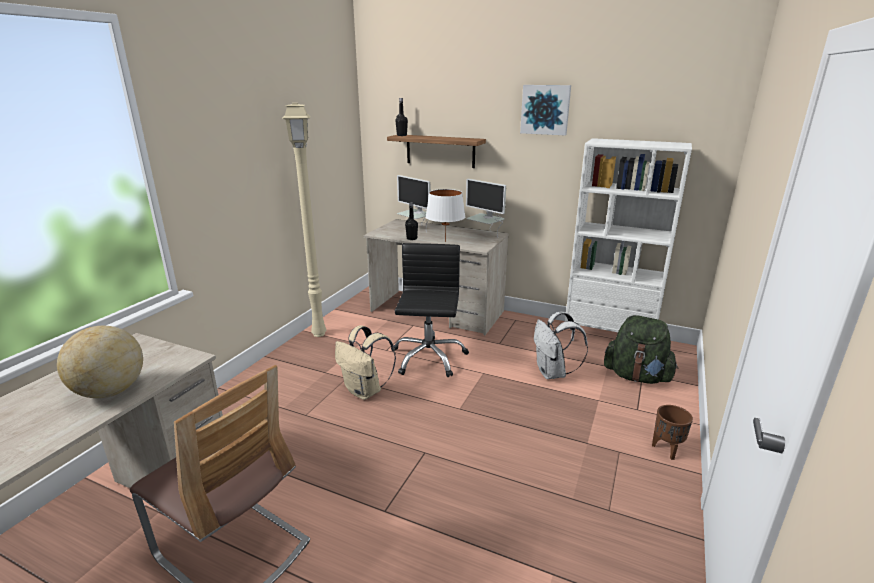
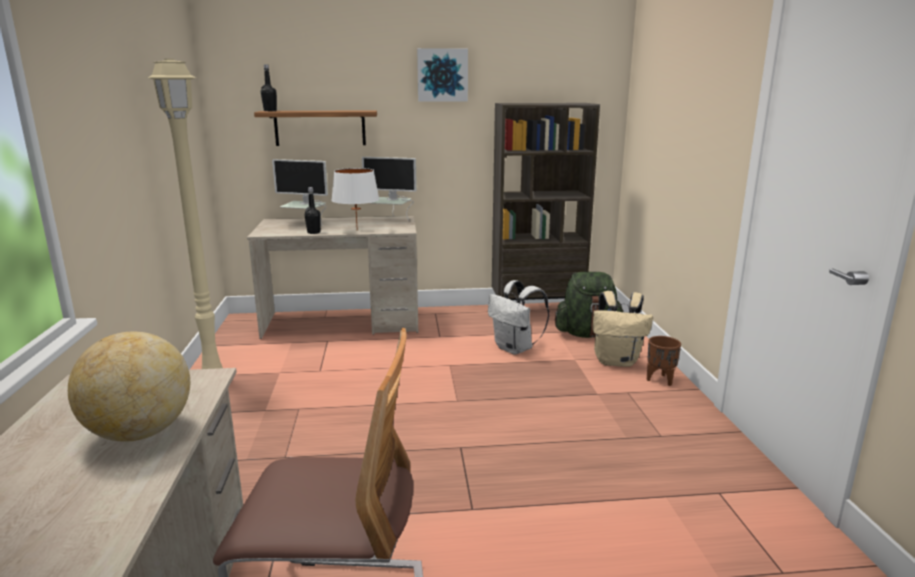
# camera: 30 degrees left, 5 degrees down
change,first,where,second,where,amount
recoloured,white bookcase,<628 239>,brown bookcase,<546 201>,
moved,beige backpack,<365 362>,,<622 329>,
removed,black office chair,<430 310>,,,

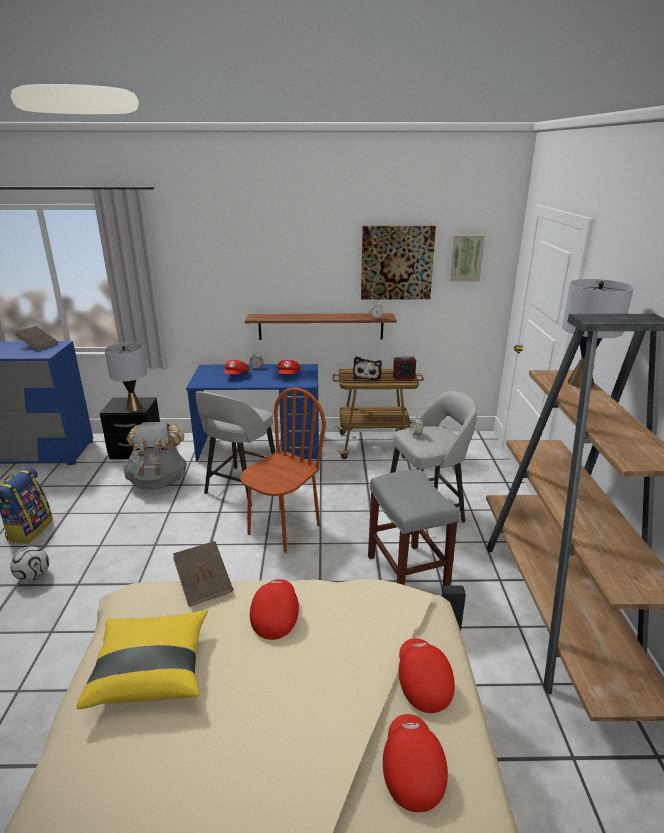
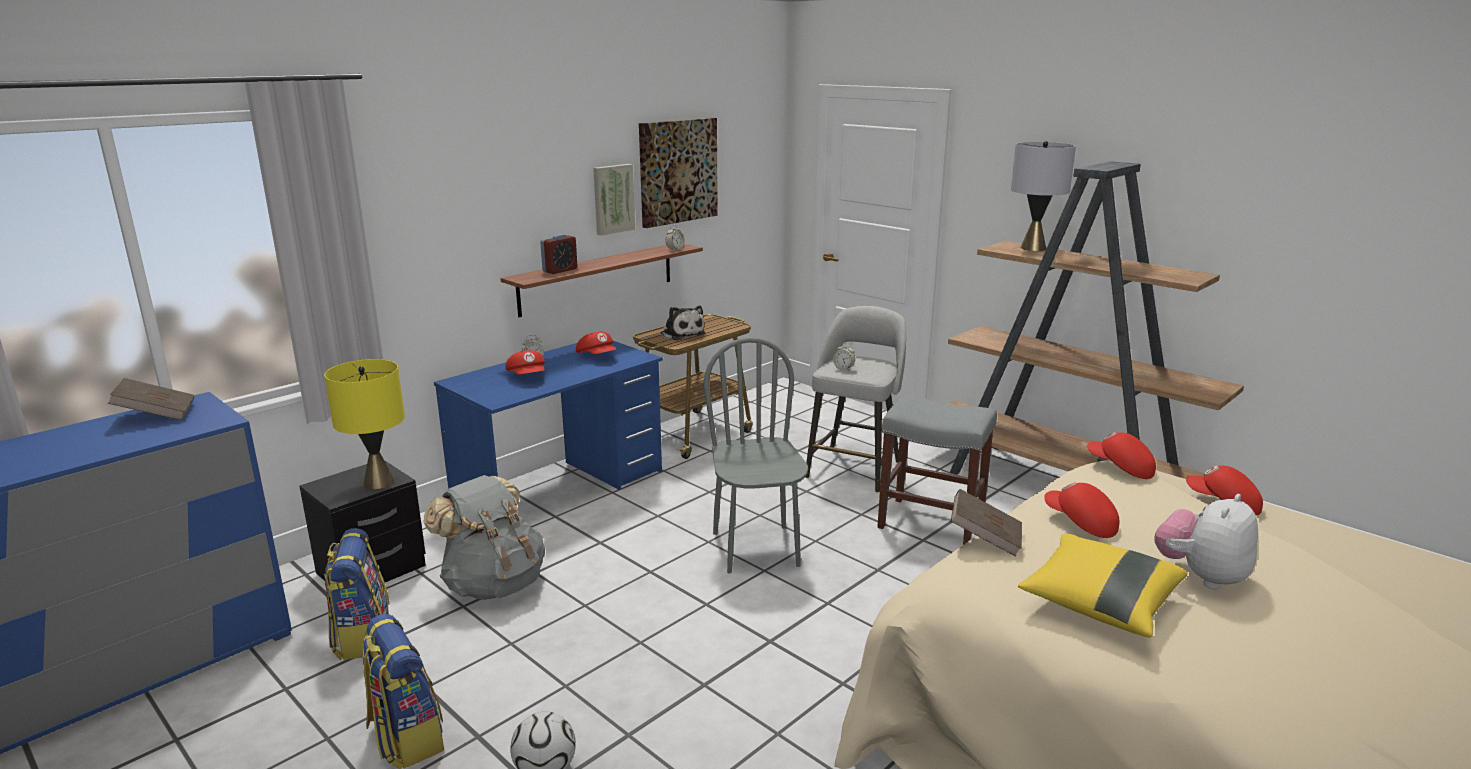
# camera: 45 degrees left, 5 degrees down
change,first,where,second,where,amount
recoloured,grey table lamp,<125 376>,yellow table lamp,<364 424>,
added,,,backpack,<357 594>,
moved,alarm clock,<404 368>,,<558 254>,
moved,picture,<467 258>,,<614 200>,
recoloured,brown chair,<283 470>,grey chair,<756 455>,
moved,red cap,<415 763>,,<1121 455>,
added,,,plush toy,<1206 541>,
removed,grey stool,<235 449>,,,

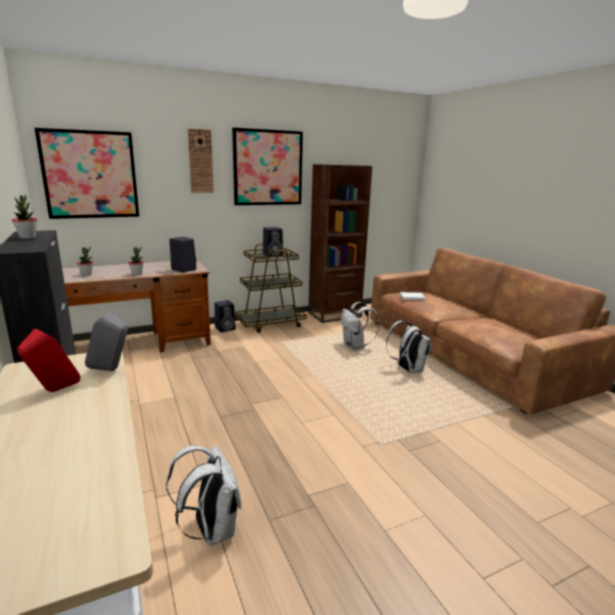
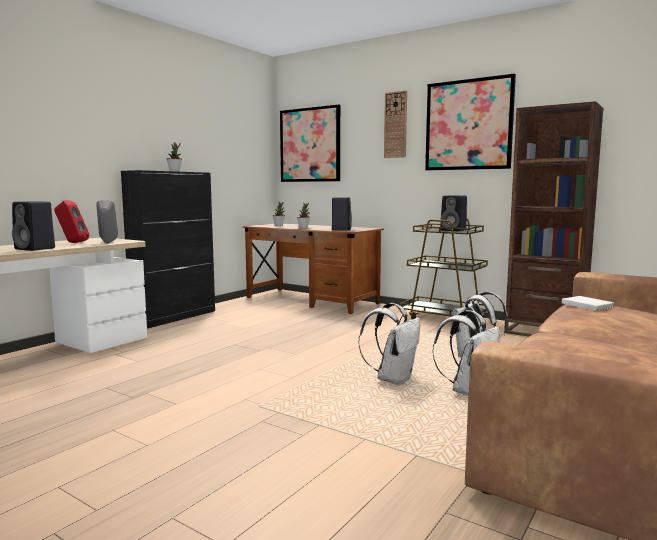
# camera: 60 degrees right, 10 degrees down
change,first,where,second,where,amount
moved,black speaker,<225 316>,,<33 226>,
moved,white backpack,<203 496>,,<389 344>,

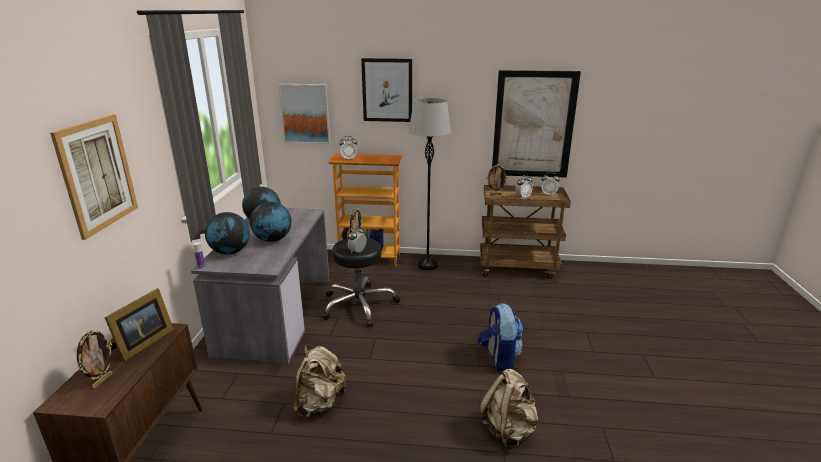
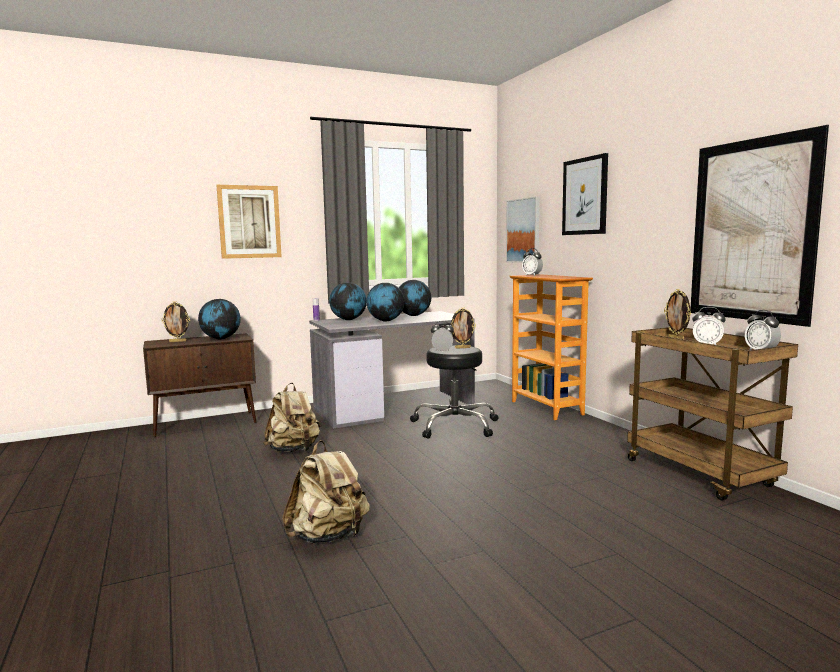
# camera: 60 degrees right, 15 degrees down
change,first,where,second,where,amount
replaced,picture frame,<139 325>,globe,<219 319>,
removed,grey floor lamp,<430 184>,,,
removed,backpack,<500 337>,,,

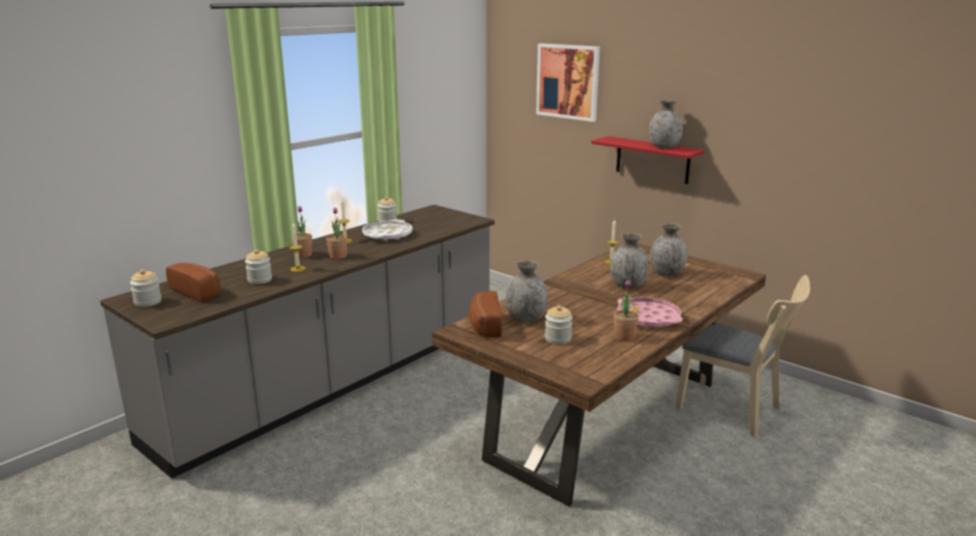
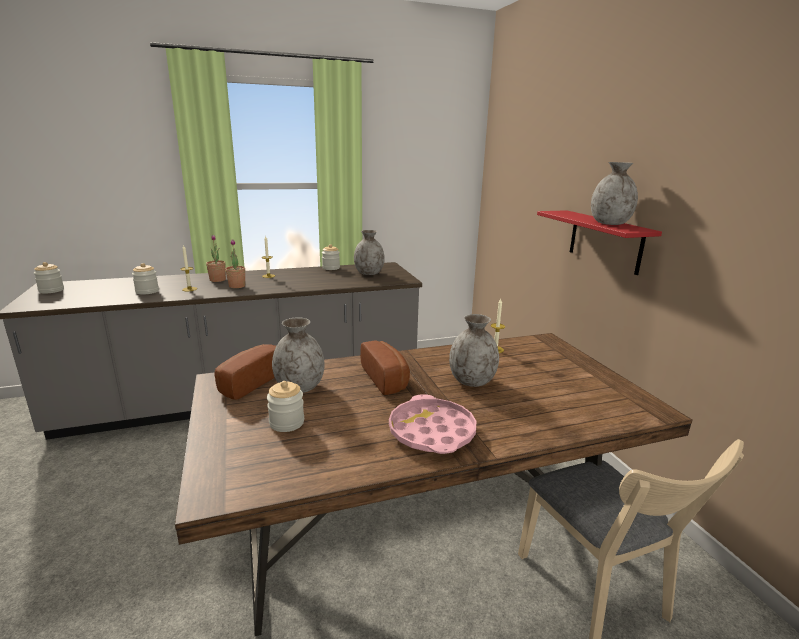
# camera: 30 degrees right, 0 degrees up
change,first,where,second,where,amount
moved,grey vase,<668 249>,,<369 252>,
moved,bread,<193 282>,,<385 367>,
removed,white tray,<387 230>,,,
removed,picture,<568 82>,,,
removed,potted plant,<626 310>,,,

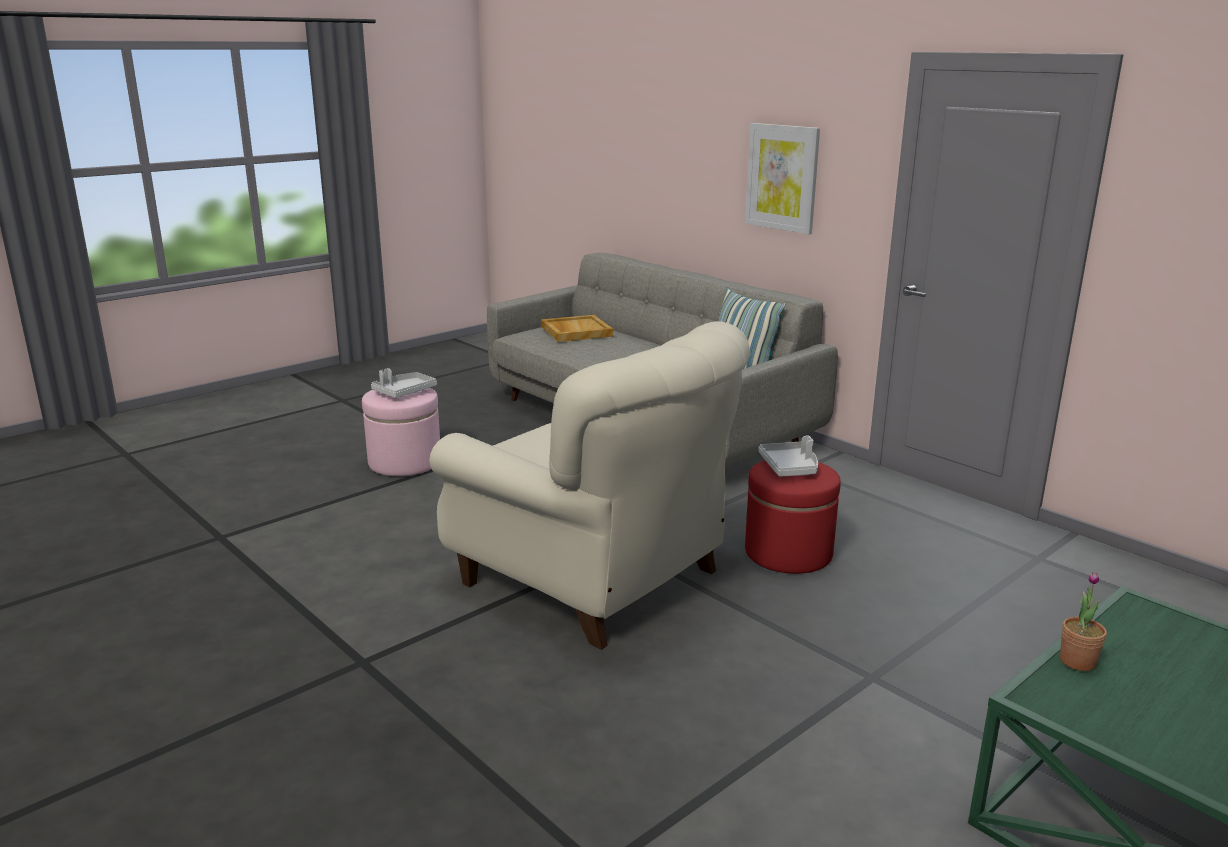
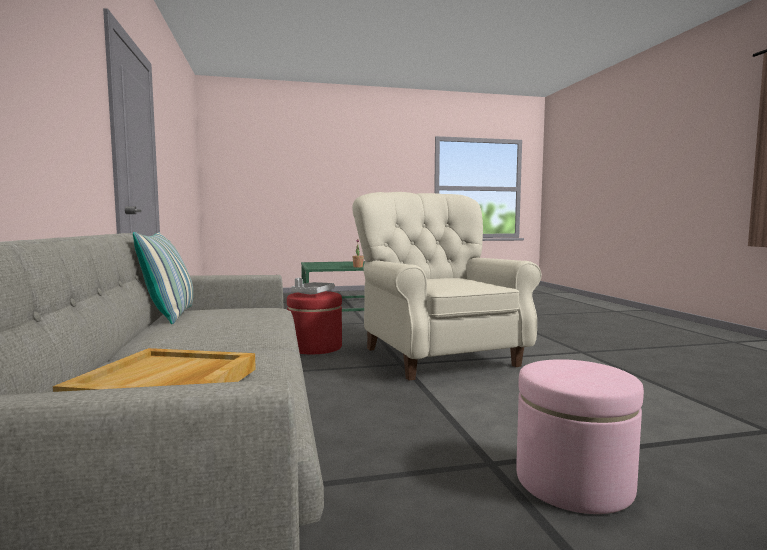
# camera: 150 degrees left, 15 degrees down
change,first,where,second,where,amount
removed,grey tray,<404 383>,,,
removed,picture,<782 178>,,,

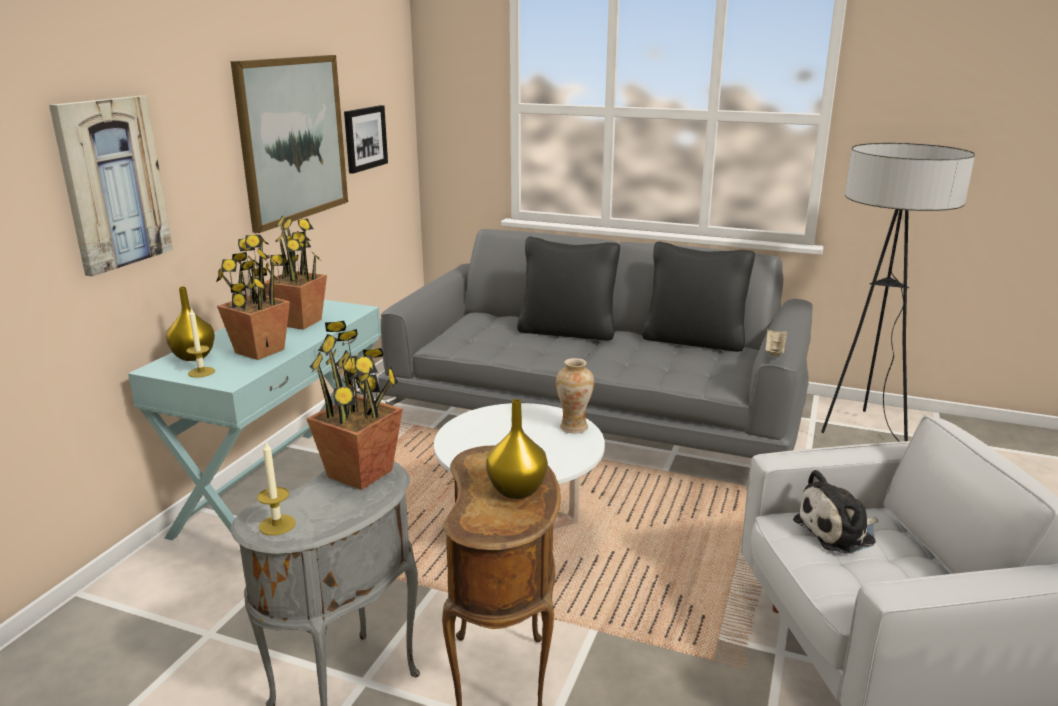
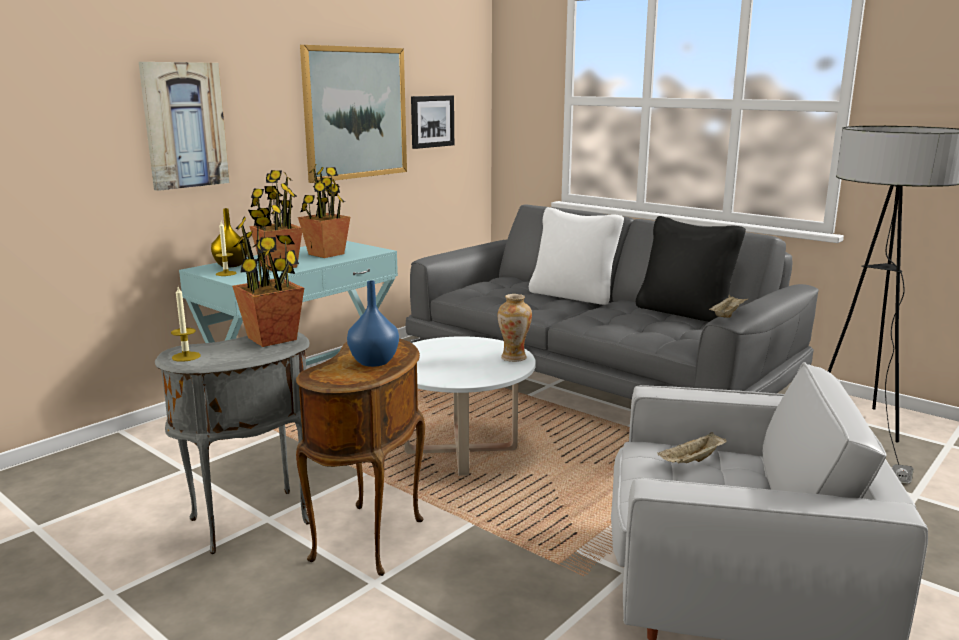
# camera: 20 degrees right, 5 degrees down
change,first,where,second,where,amount
recoloured,yellow vase,<517 449>,blue vase,<373 323>,
recoloured,black pillow,<568 289>,white pillow,<576 256>,
replaced,plush toy,<835 512>,beige tray,<692 448>,

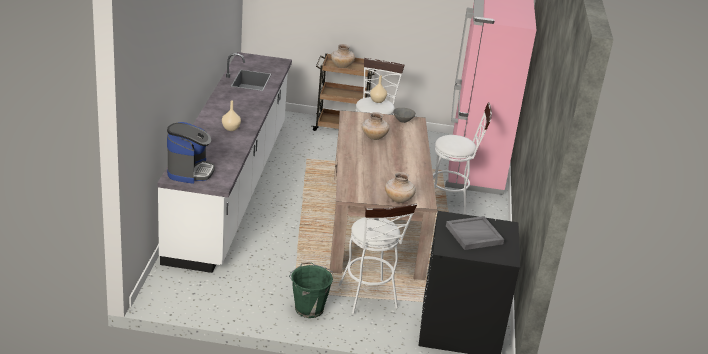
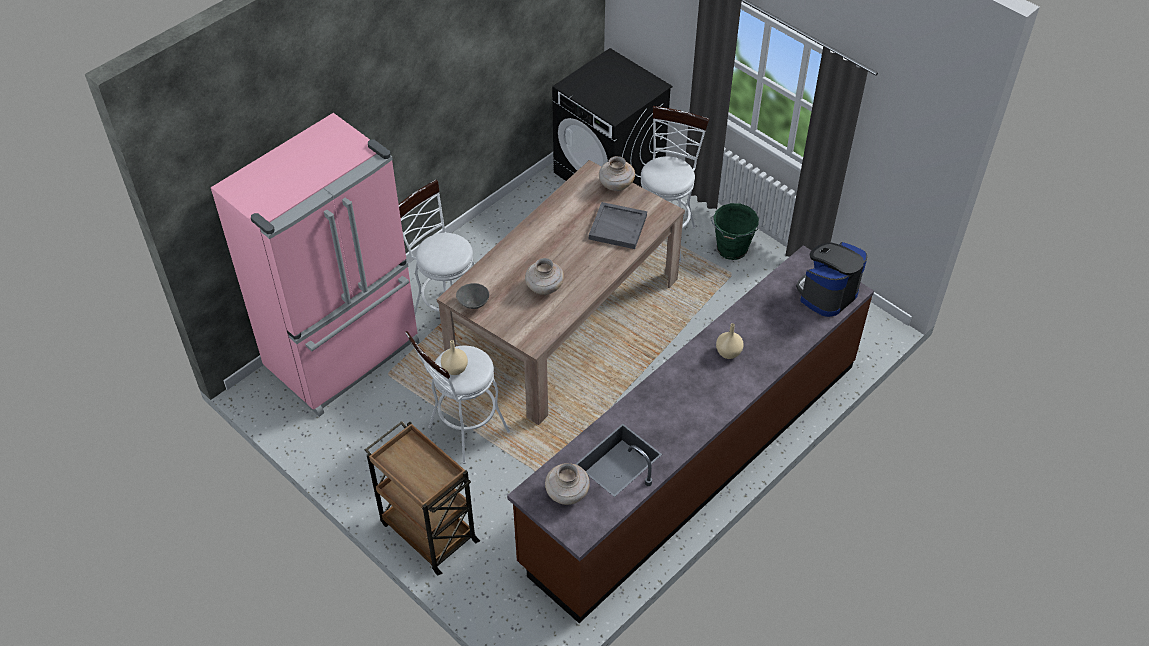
# camera: 140 degrees left, 20 degrees up
change,first,where,second,where,amount
recoloured,white counter,<224 162>,brown counter,<690 434>,
moved,beige vase,<343 56>,,<567 484>,
moved,grey tray,<475 233>,,<618 225>,

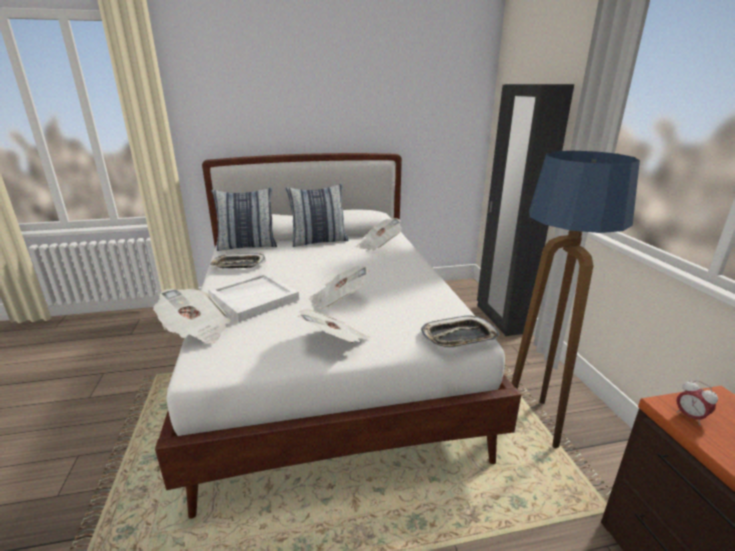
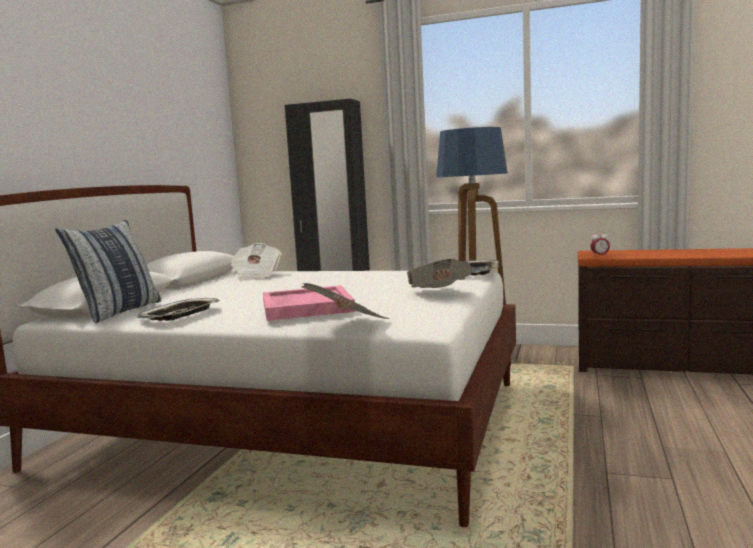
# camera: 60 degrees left, 15 degrees down
change,first,where,second,where,amount
recoloured,white tray,<253 297>,pink tray,<309 303>,
removed,pillow,<317 215>,,,
removed,newspaper,<339 288>,,,

